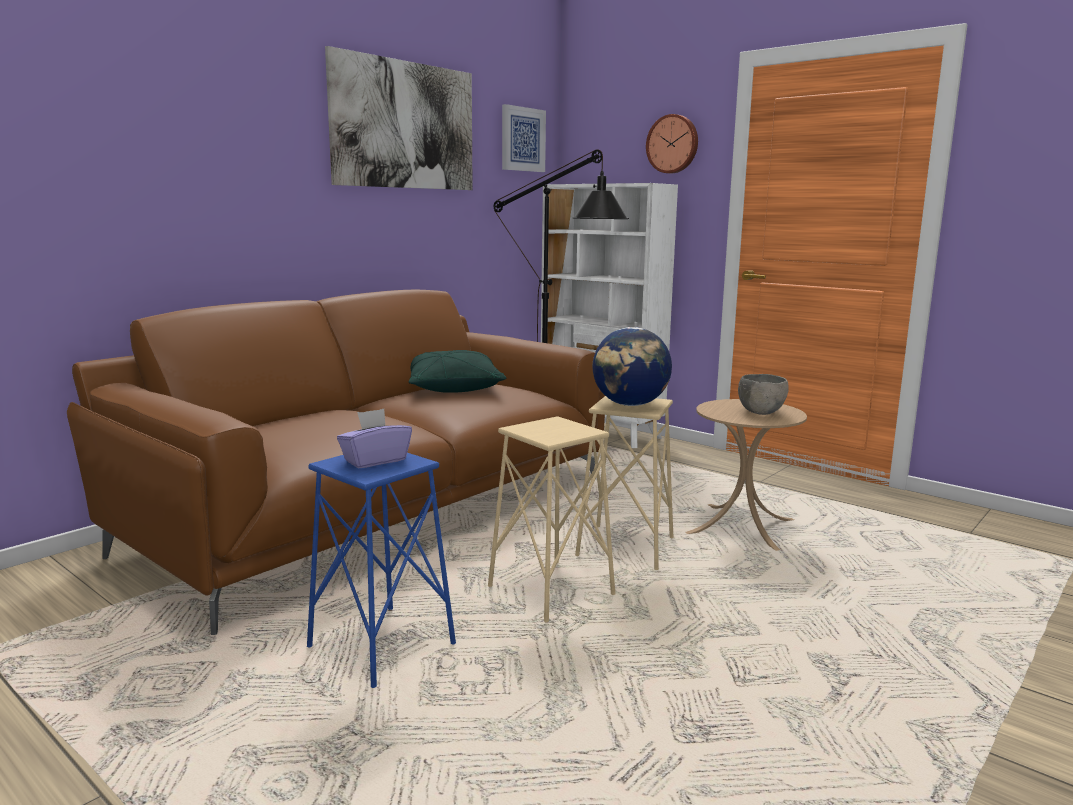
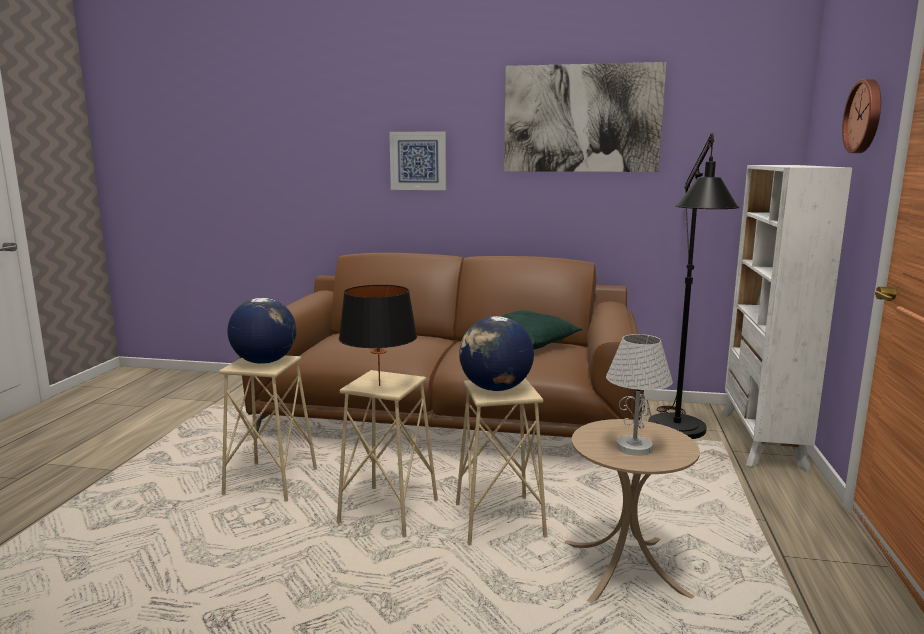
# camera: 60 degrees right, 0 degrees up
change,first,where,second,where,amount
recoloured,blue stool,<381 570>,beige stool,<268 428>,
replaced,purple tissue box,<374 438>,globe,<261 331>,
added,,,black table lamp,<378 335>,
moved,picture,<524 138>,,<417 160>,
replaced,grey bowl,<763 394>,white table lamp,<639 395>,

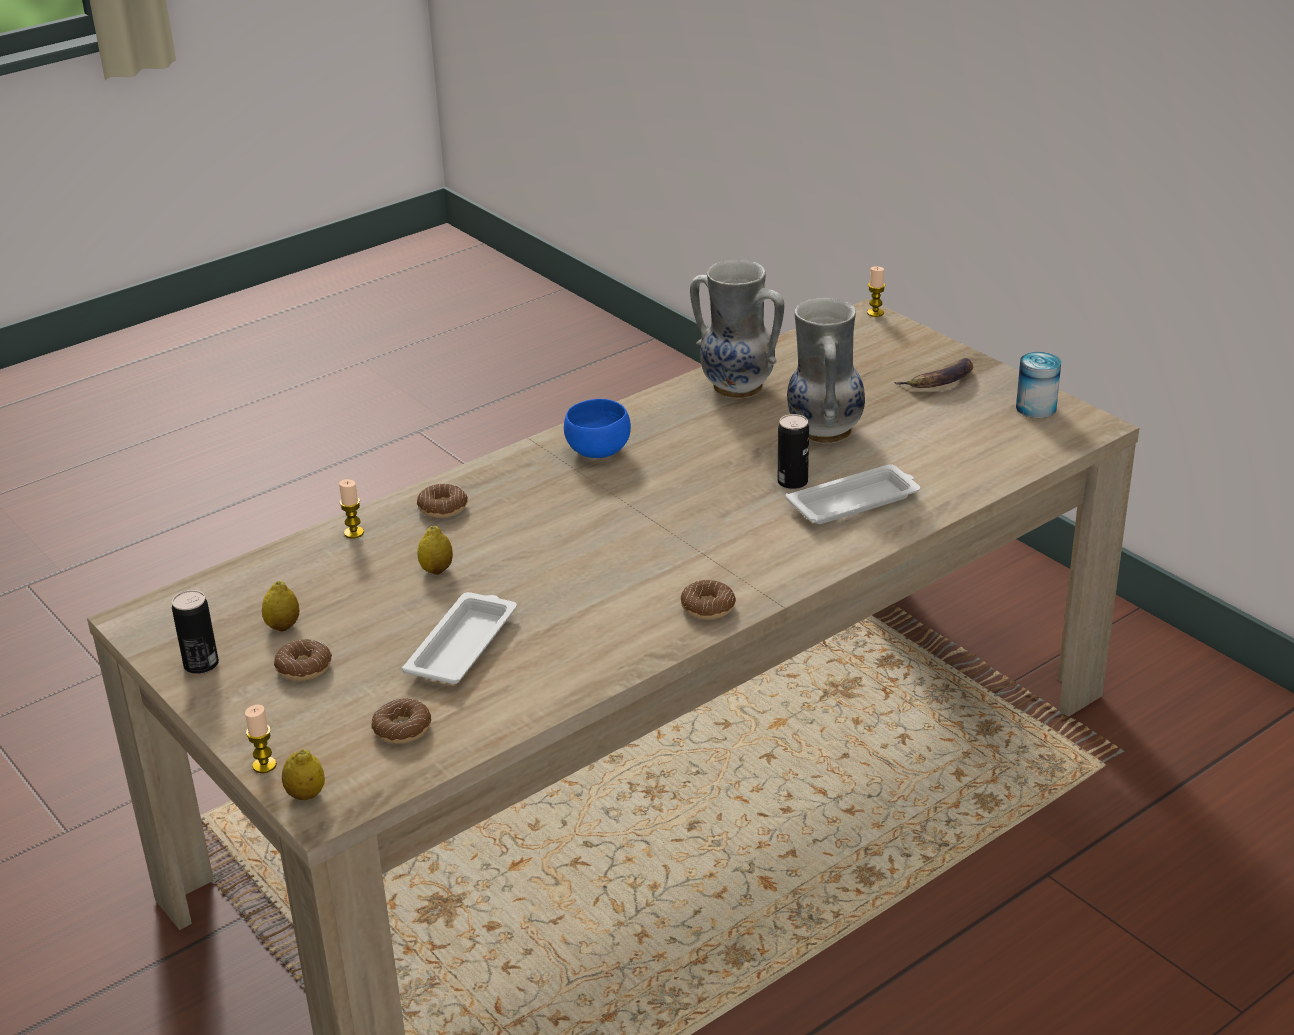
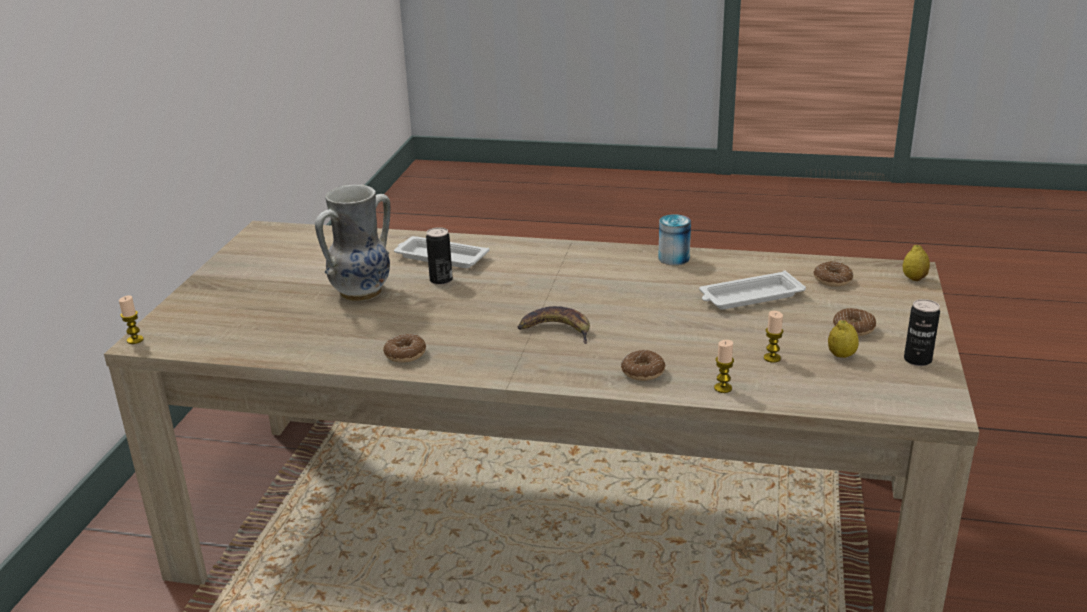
# camera: 130 degrees left, 5 degrees down
change,first,where,second,where,amount
moved,donut,<708 600>,,<404 348>,
moved,banana,<933 373>,,<554 325>,
moved,can,<1038 385>,,<674 239>,
moved,candle,<261 739>,,<773 337>,
removed,lemon,<435 550>,,,
removed,blue bowl,<597 428>,,,
removed,vase,<737 329>,,,

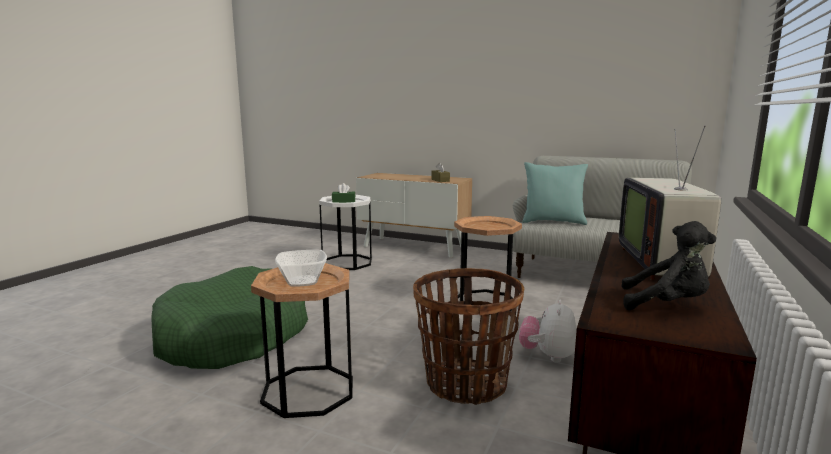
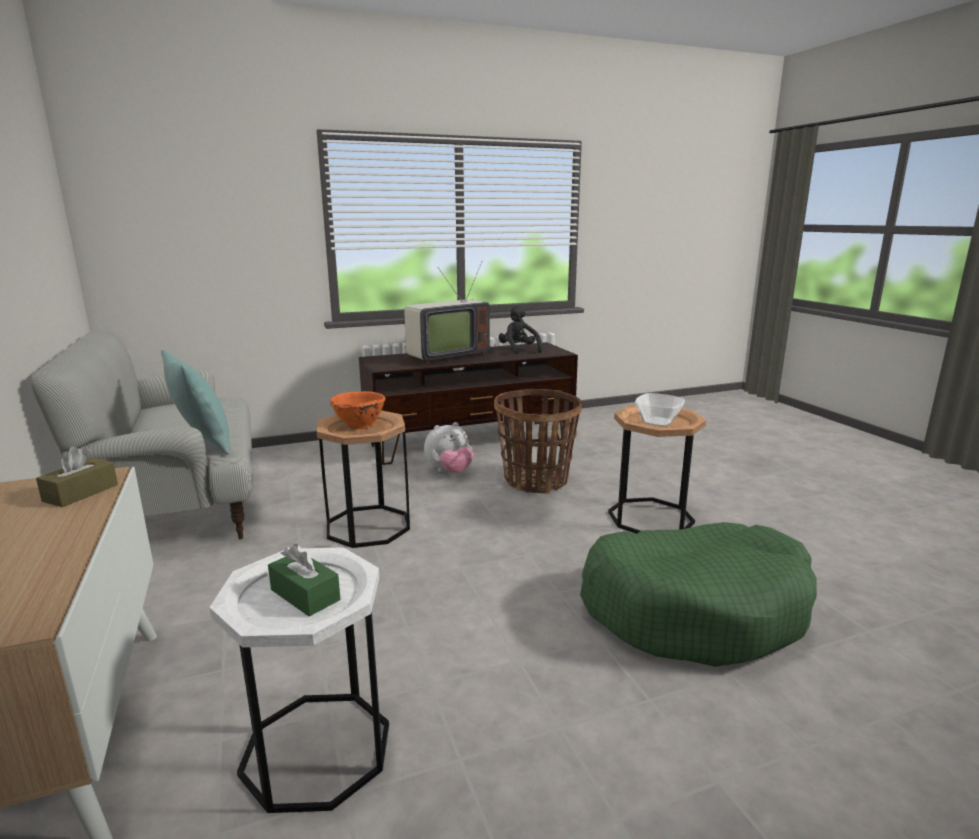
# camera: 135 degrees left, 5 degrees up
change,first,where,second,where,amount
added,,,orange bowl,<357 410>,

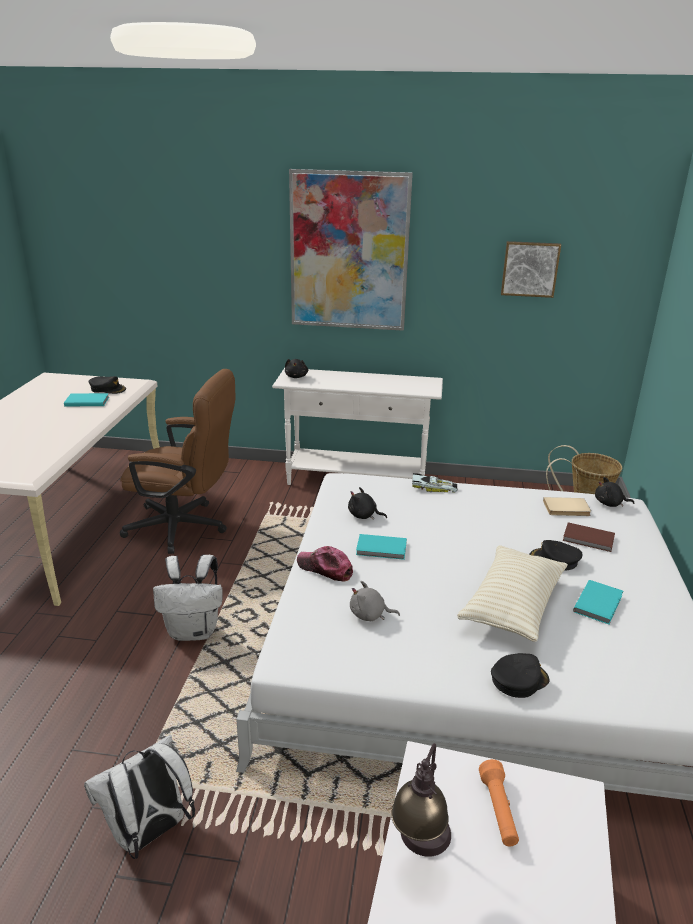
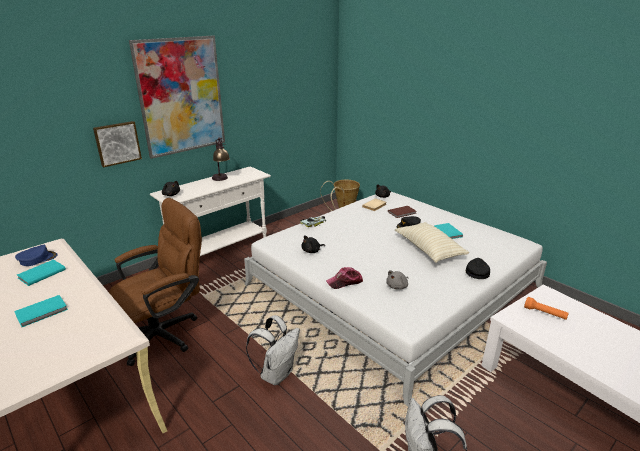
# camera: 50 degrees left, 0 degrees up
change,first,where,second,where,amount
moved,turquoise book,<381 547>,,<41 311>,
recoloured,black cap,<107 385>,blue cap,<36 255>,
moved,picture,<531 269>,,<117 144>,
moved,table lamp,<421 800>,,<221 159>,

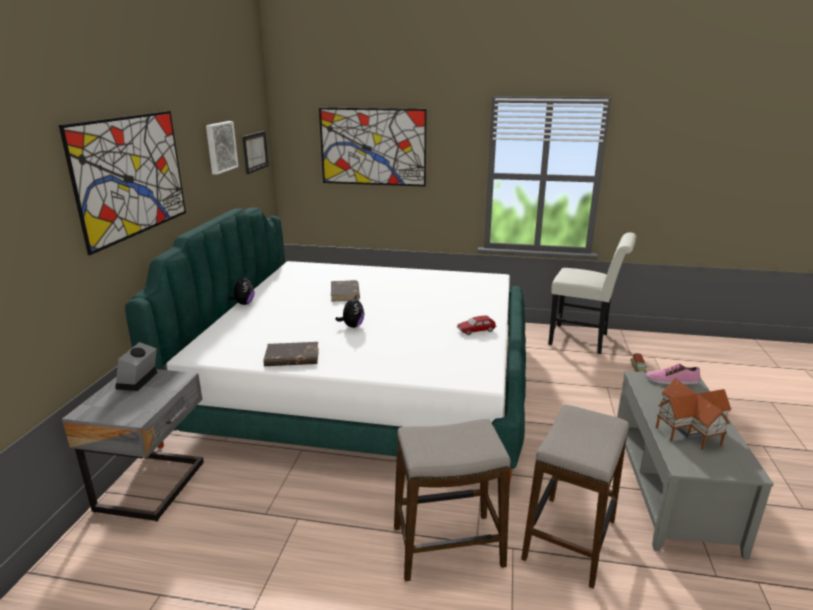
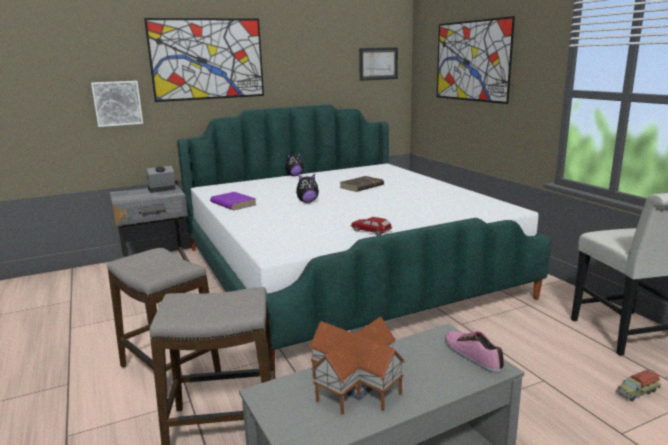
# camera: 55 degrees right, 5 degrees down
change,first,where,second,where,amount
moved,picture,<222 148>,,<117 104>,
recoloured,brown book,<291 354>,purple book,<233 201>,

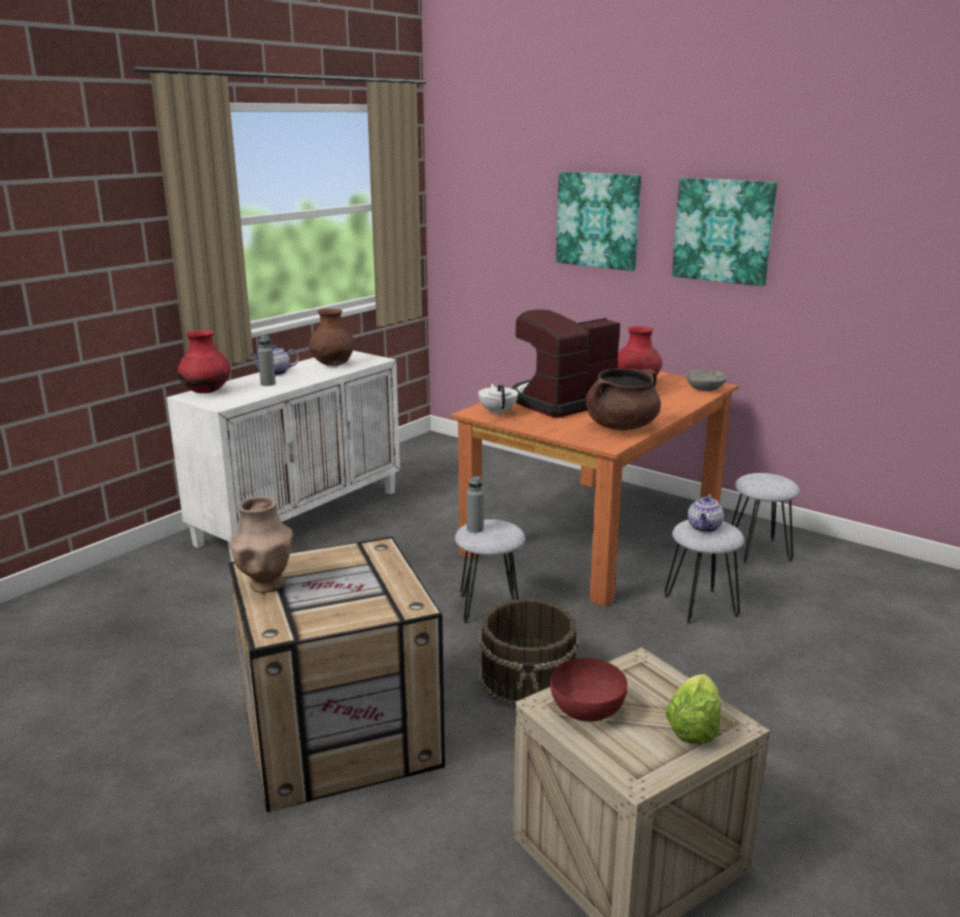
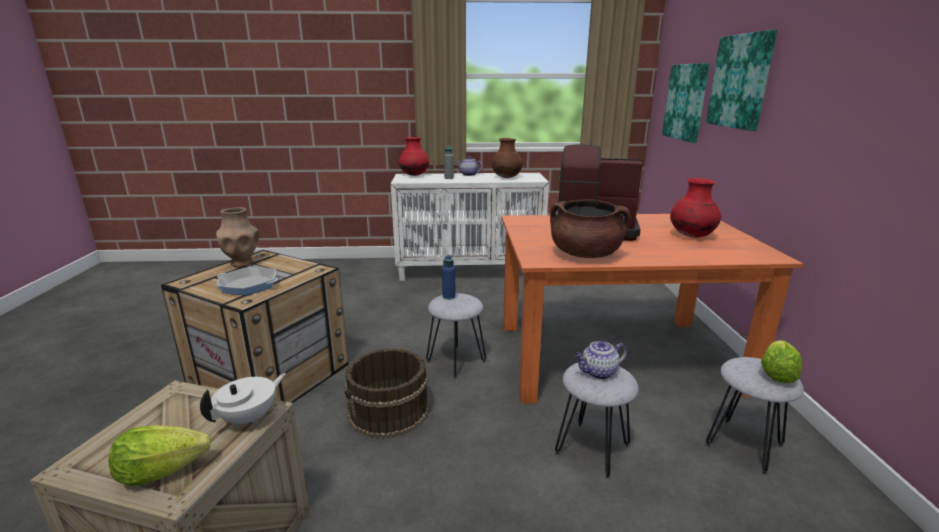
# camera: 50 degrees right, 0 degrees up
change,first,where,second,where,amount
moved,white teapot,<498 400>,,<243 399>,
added,,,frying pan,<247 281>,
recoloured,grey bottle,<475 504>,blue bottle,<449 277>,
moved,picture,<724 232>,,<686 103>,
added,,,lettuce,<781 362>,
removed,red bowl,<589 690>,,,
removed,grey bowl,<706 380>,,,

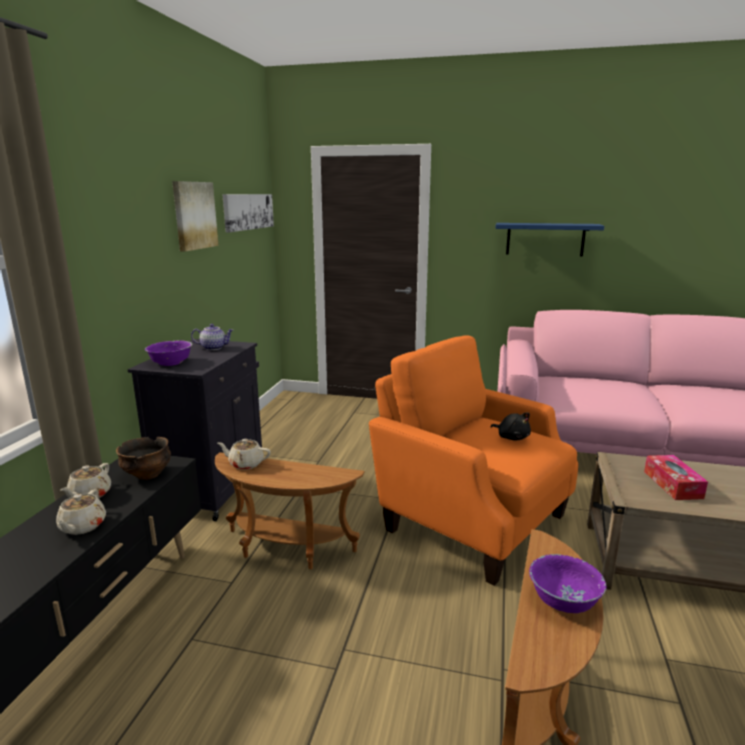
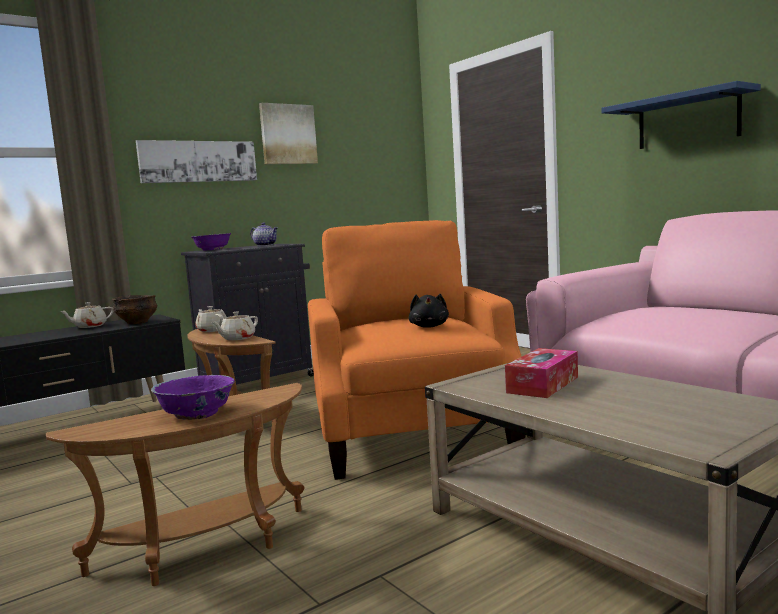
# camera: 40 degrees right, 10 degrees down
change,first,where,second,where,amount
moved,picture,<248 213>,,<196 161>,
moved,beige teapot,<81 512>,,<234 326>,

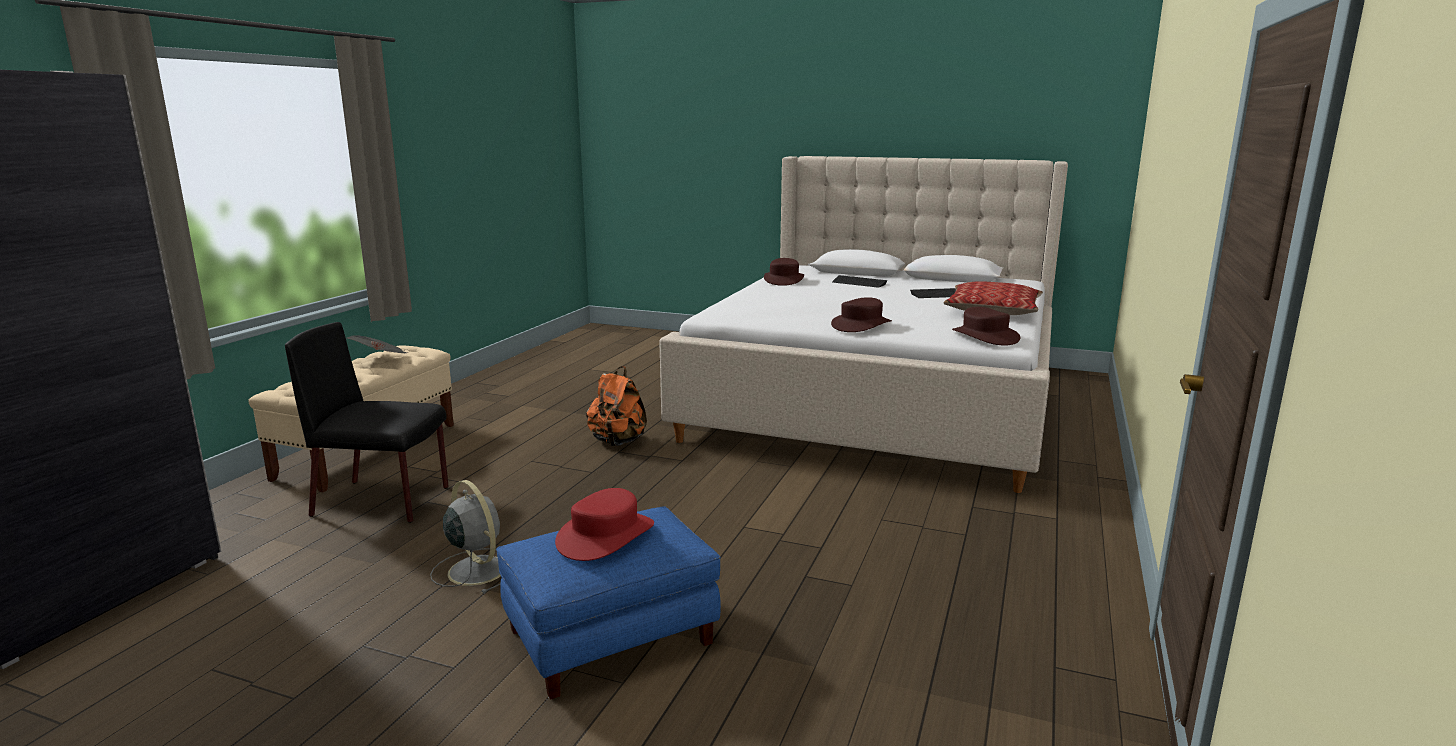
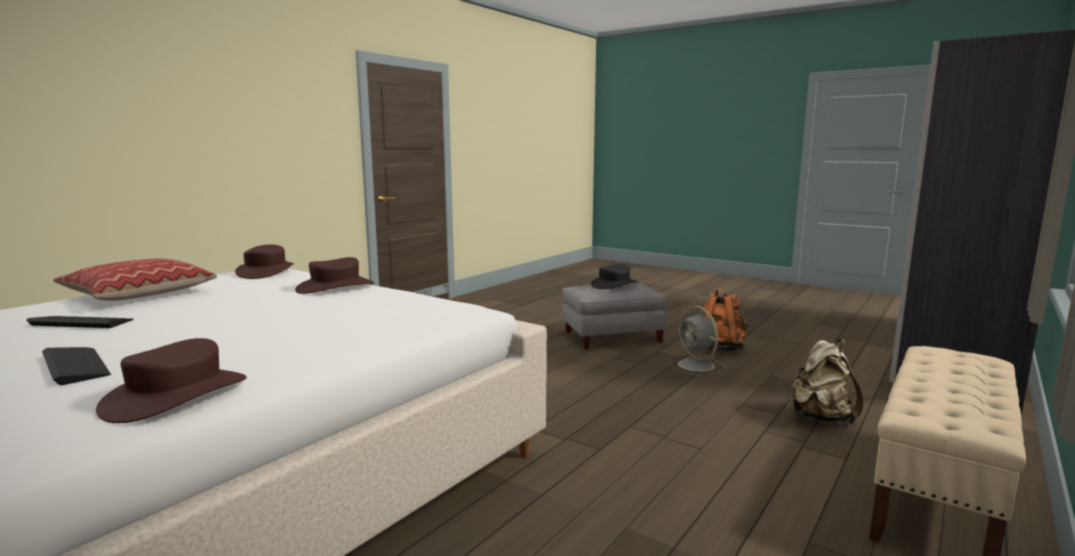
# camera: 165 degrees left, 5 degrees down
change,first,where,second,where,amount
recoloured,blue ottoman,<608 602>,grey ottoman,<615 316>,
recoloured,red hat,<604 524>,black hat,<614 276>,
moved,orange backpack,<616 406>,,<725 320>,
replaced,black chair,<367 422>,beige backpack,<826 381>,
removed,newspaper,<377 344>,,,

